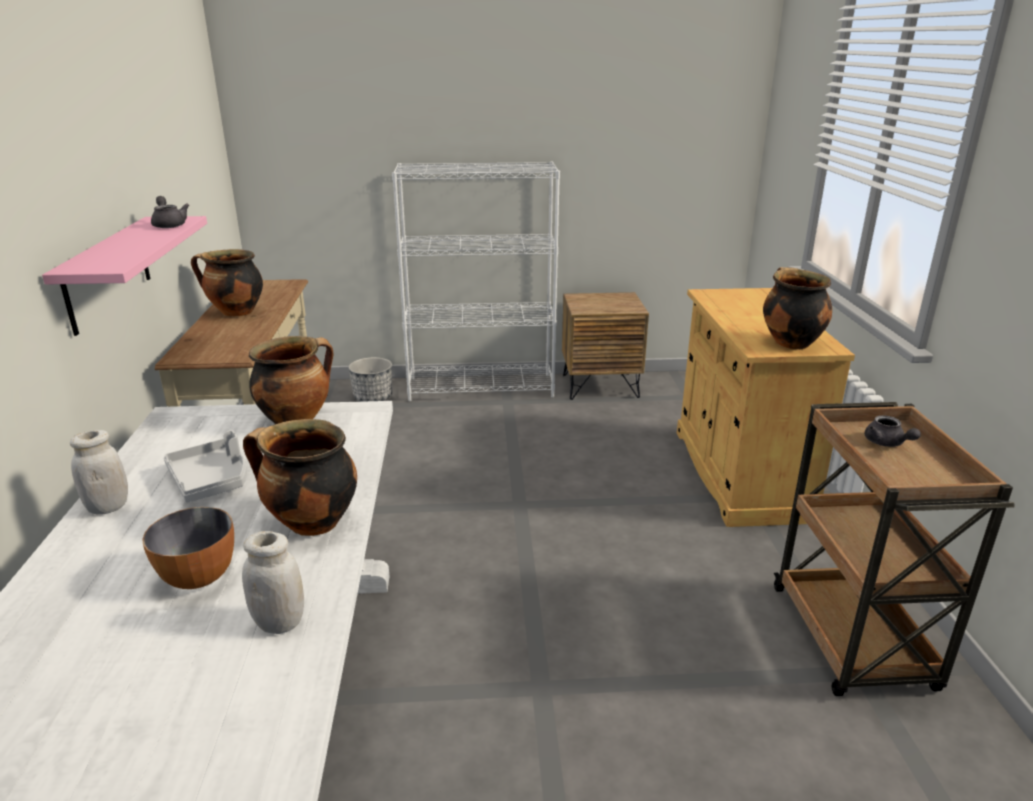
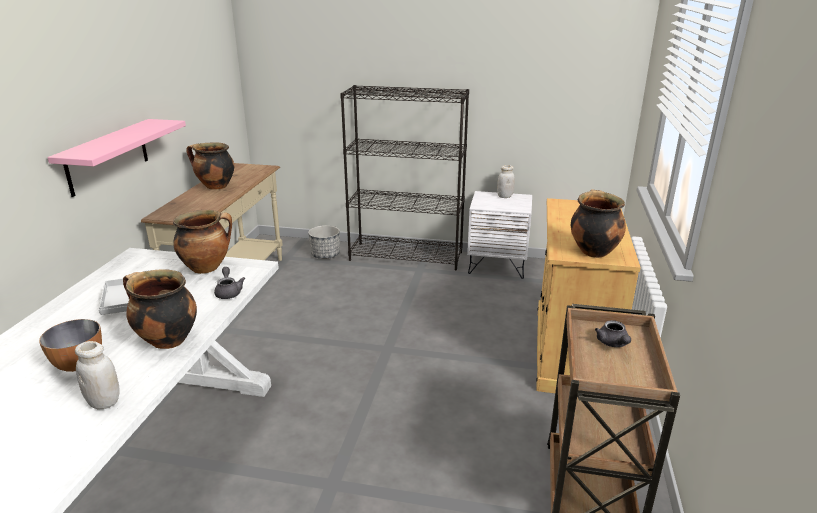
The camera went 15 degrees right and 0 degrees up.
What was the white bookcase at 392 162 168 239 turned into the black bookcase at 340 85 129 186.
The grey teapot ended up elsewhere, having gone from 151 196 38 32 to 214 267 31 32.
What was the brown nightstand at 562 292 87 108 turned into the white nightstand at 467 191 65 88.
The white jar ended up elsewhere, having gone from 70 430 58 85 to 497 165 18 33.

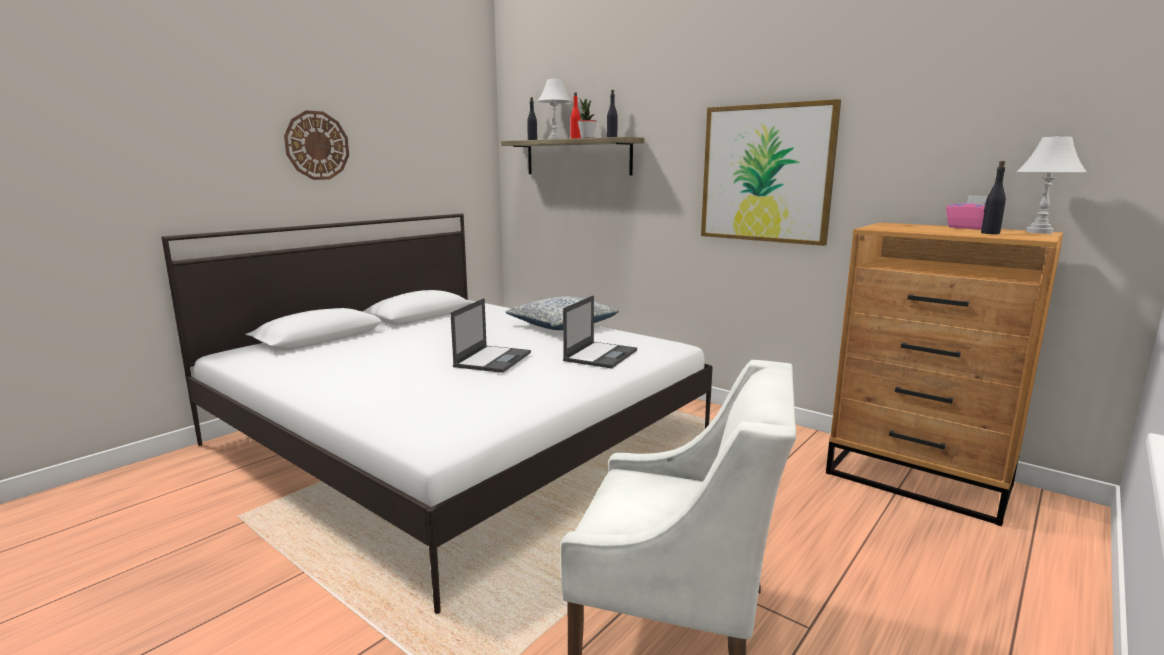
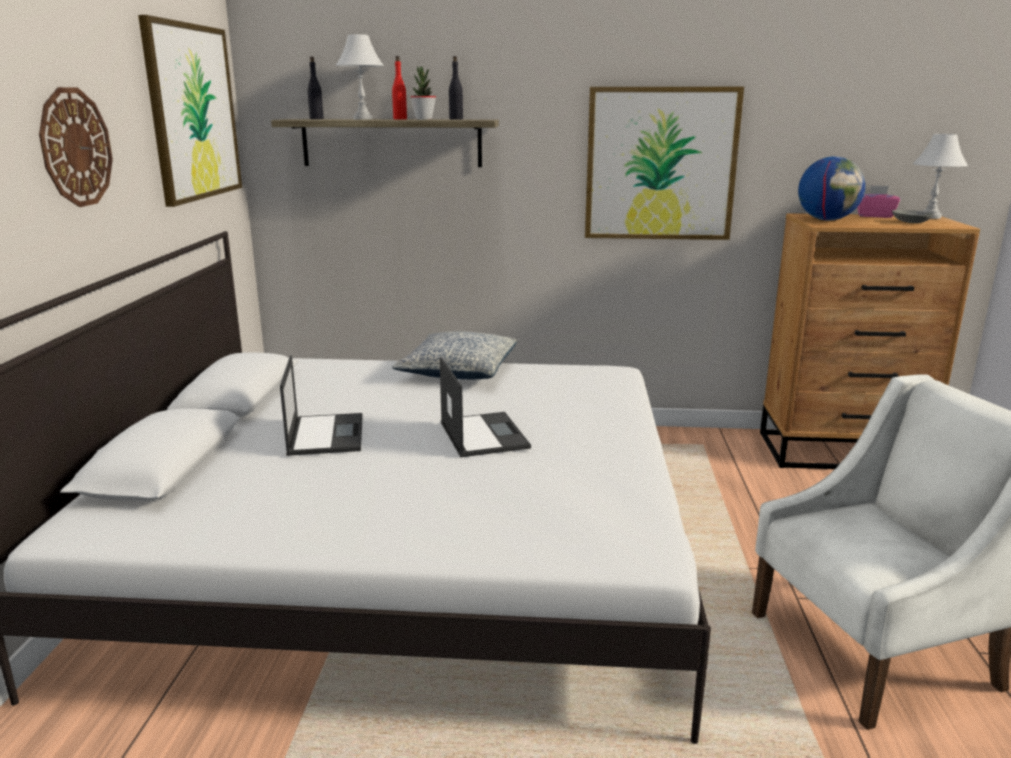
The camera went 35 degrees left and 5 degrees up.
Where the black bottle stood at 981 161 25 73, the grey bowl came to stand at 892 210 42 13.
The laptop ended up elsewhere, having gone from 563 295 74 74 to 280 355 83 101.
The second view gained the picture at 138 15 104 192.
The second view gained the globe at 798 156 68 65.

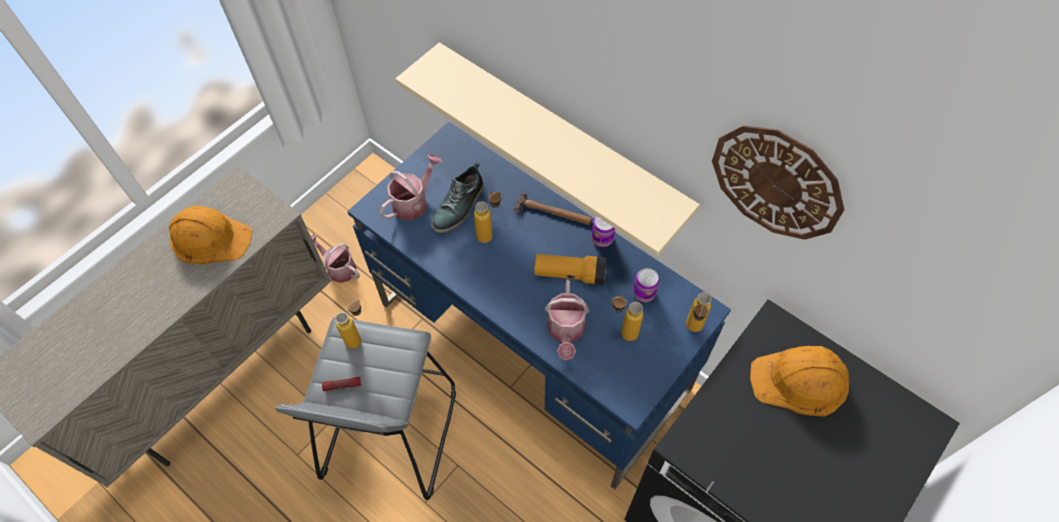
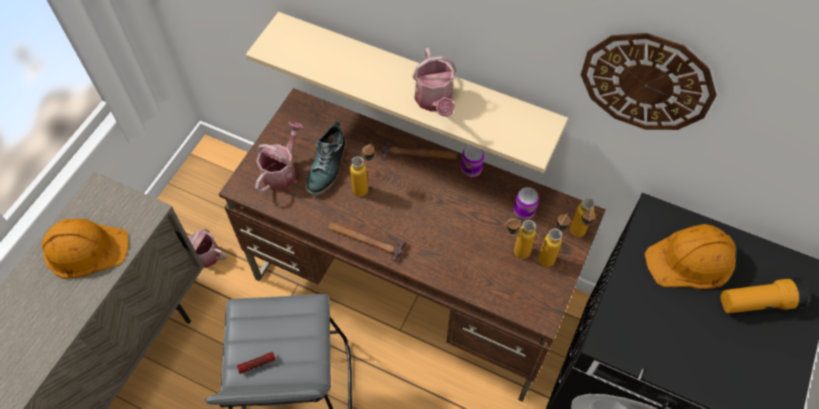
The camera went 15 degrees left and 0 degrees up.
What was the blue desk at 347 122 384 367 turned into the brown desk at 219 88 387 314.
The flashlight ended up elsewhere, having gone from 534 254 72 31 to 720 278 89 35.
The watering can ended up elsewhere, having gone from 545 279 44 81 to 412 48 44 69.
The bottle ended up elsewhere, having gone from 335 300 26 49 to 539 213 32 54.
The second view gained the hammer at 328 222 78 39.

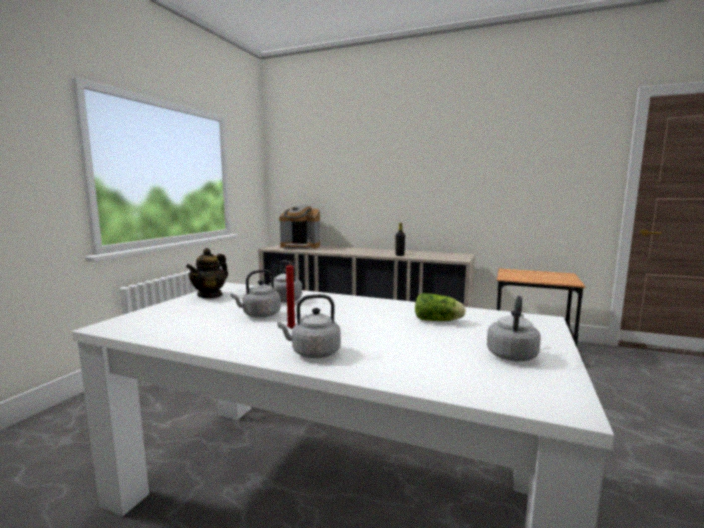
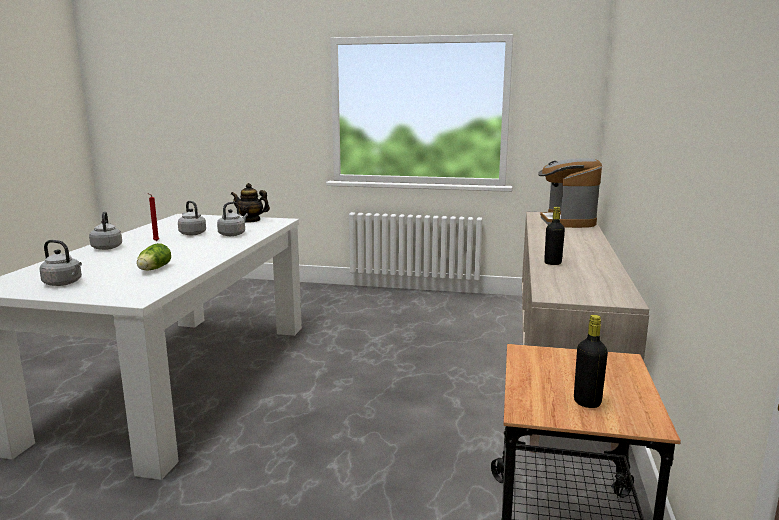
The camera went 80 degrees right and 5 degrees up.
The second view gained the black bottle at 574 315 34 93.

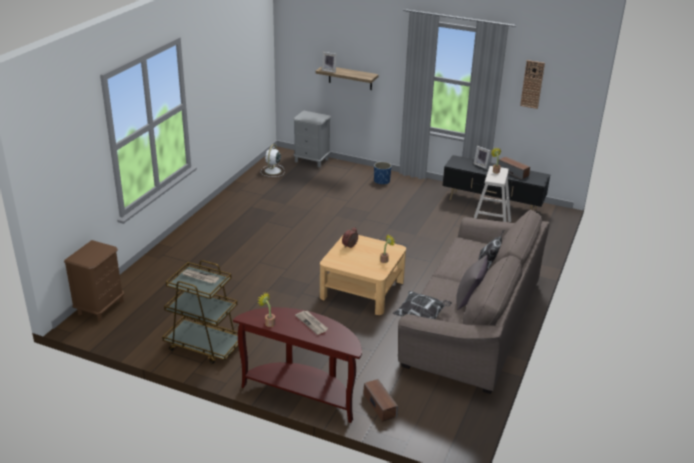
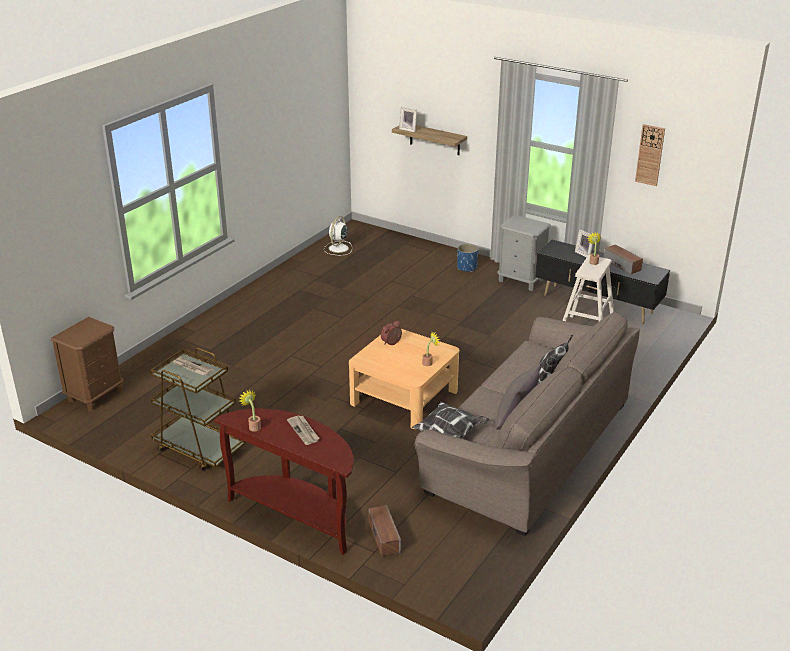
The camera went 10 degrees right and 0 degrees up.
The grey nightstand ended up elsewhere, having gone from 293 110 38 58 to 497 215 54 76.

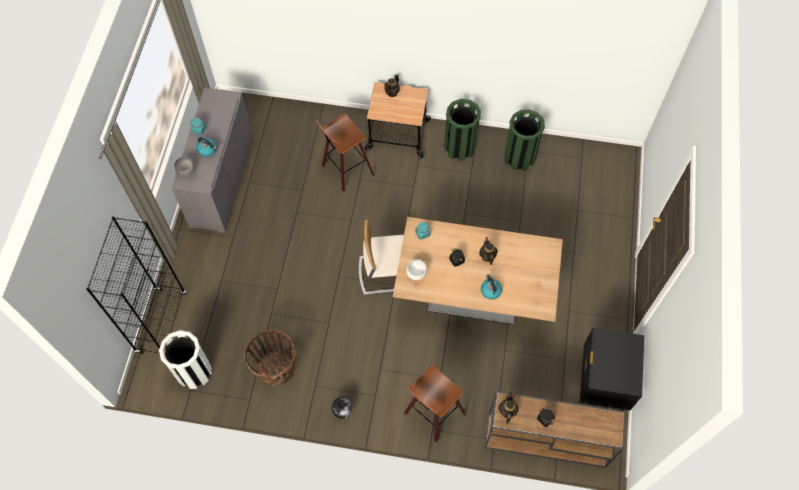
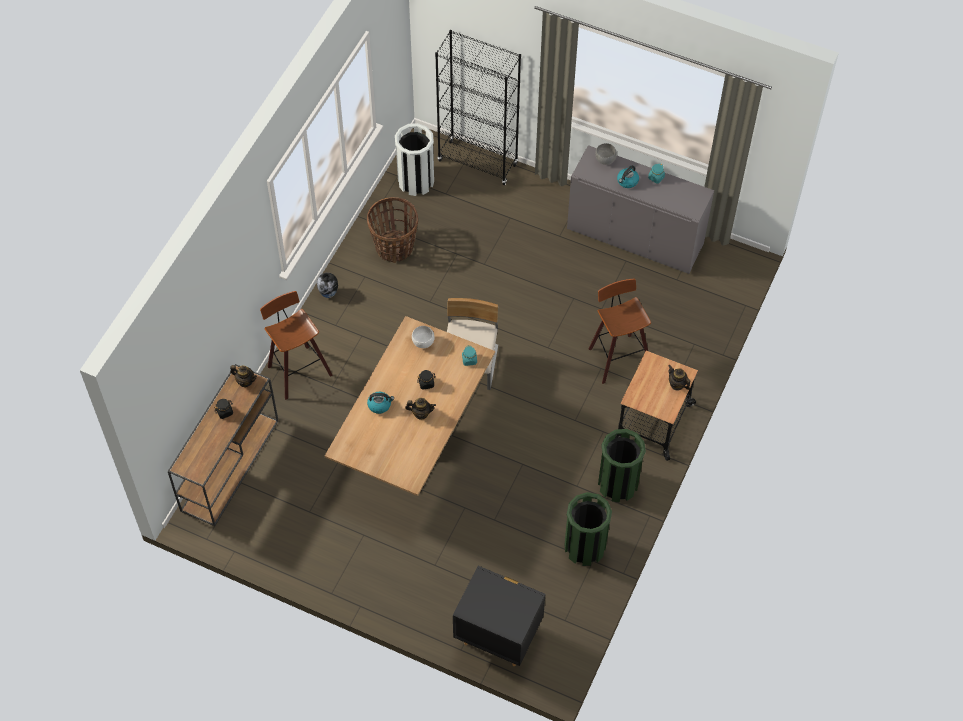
The camera went 105 degrees right and 5 degrees down.
The black nightstand ended up elsewhere, having gone from 580 328 65 82 to 453 566 93 100.

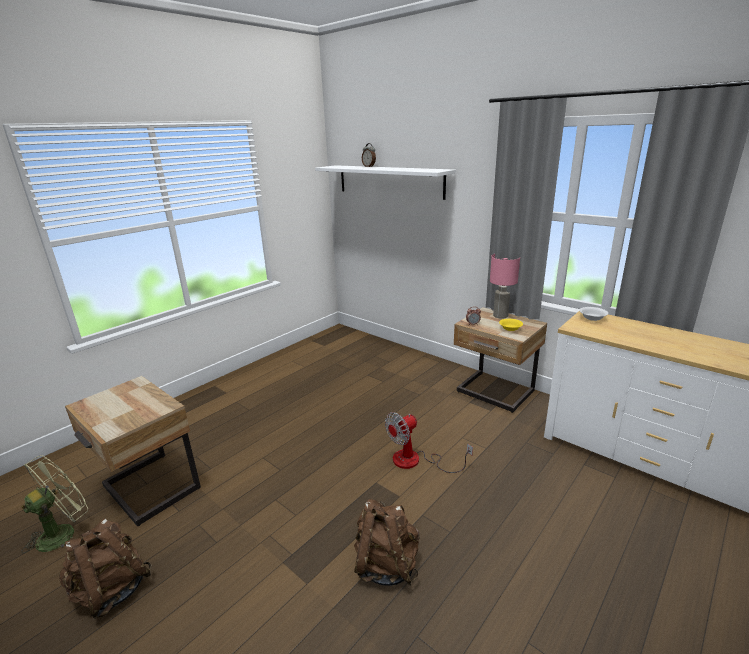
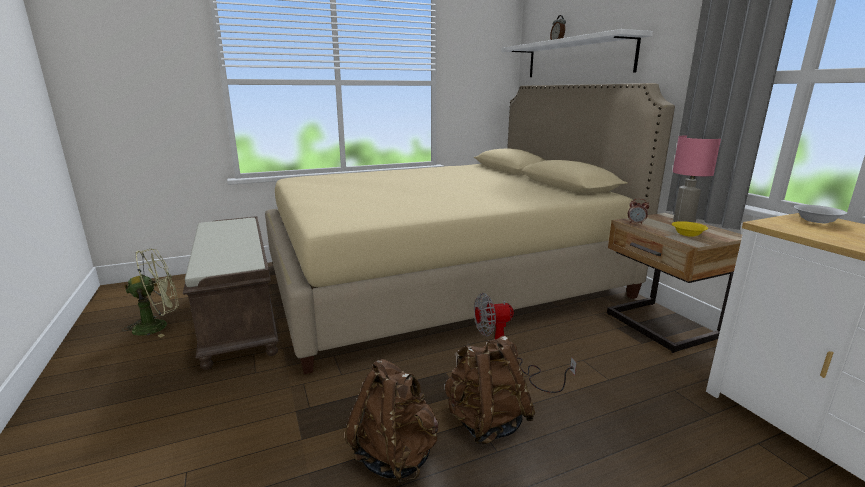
The camera went 25 degrees right and 5 degrees down.
Where the beige nightstand stood at 65 376 136 150, the brown bench came to stand at 183 216 96 154.
The brown backpack ended up elsewhere, having gone from 59 518 93 101 to 445 336 90 108.
The second view gained the beige bed at 265 83 410 291.

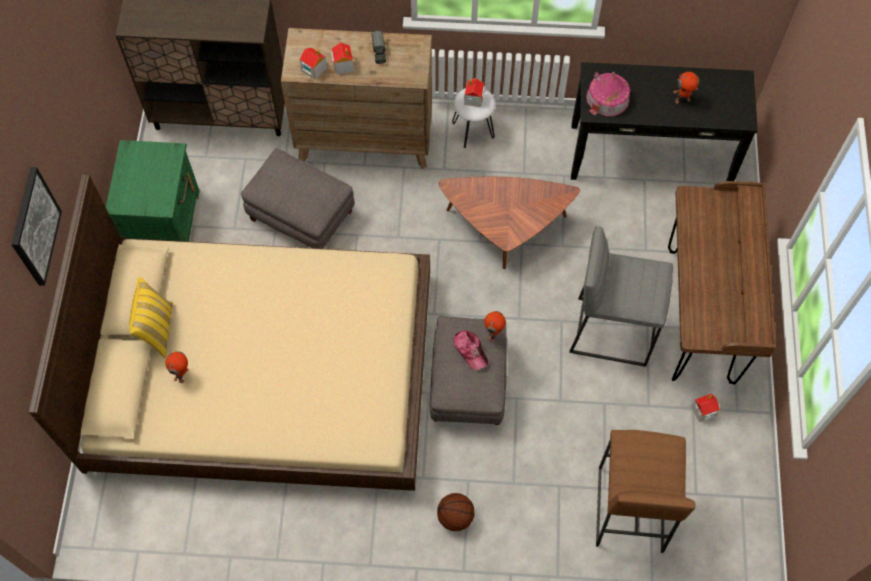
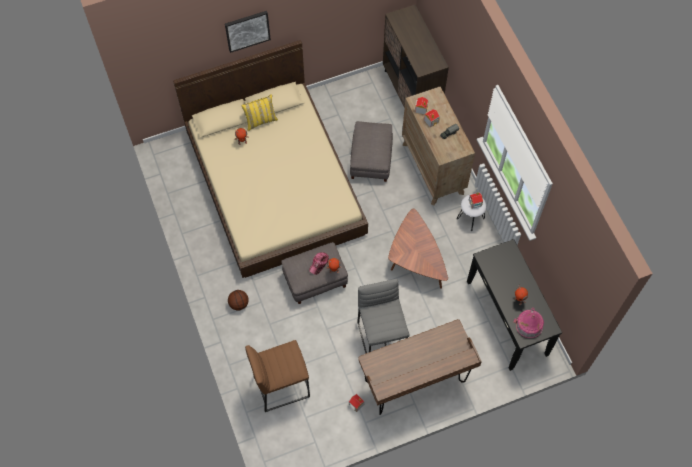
The camera went 65 degrees right and 0 degrees up.
The toy house ended up elsewhere, having gone from 586 72 44 44 to 513 308 31 30.
The second view lost the green nightstand at 106 140 93 102.

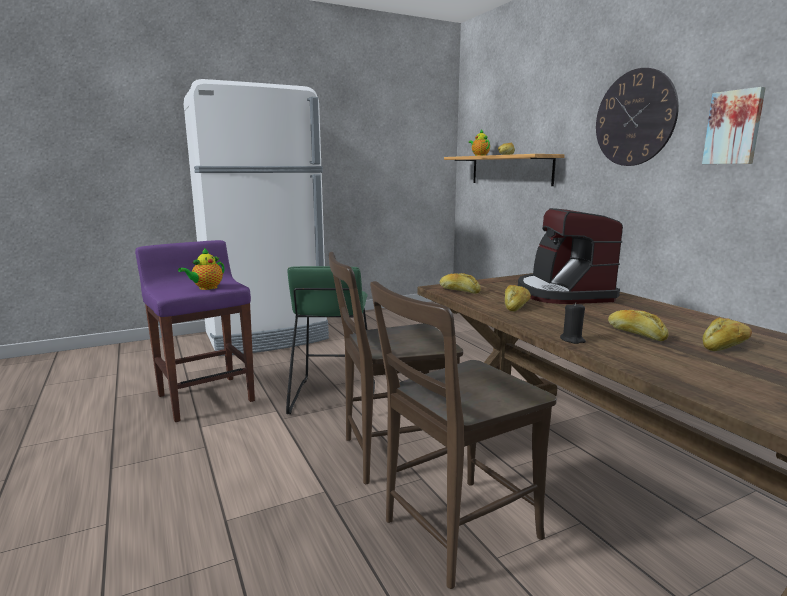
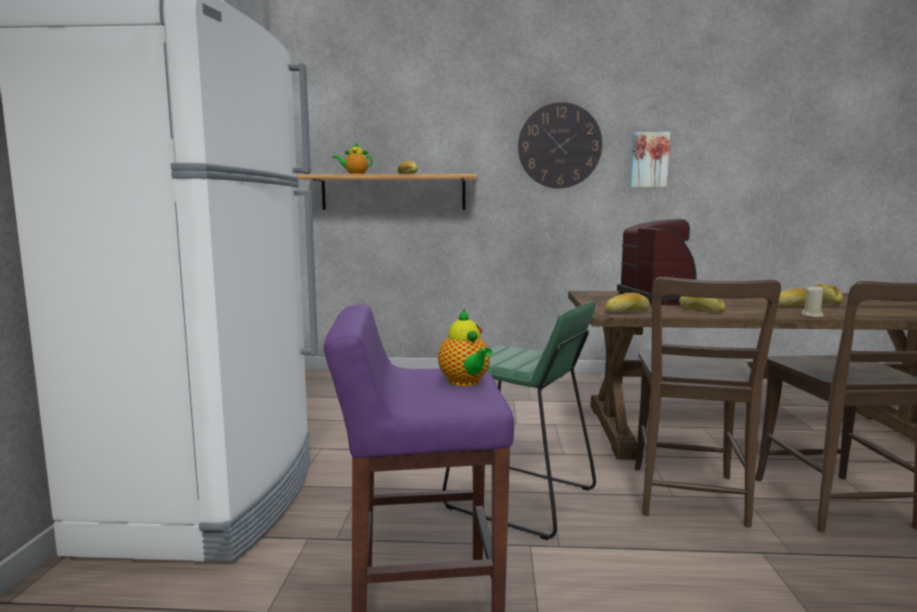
The camera went 60 degrees left and 5 degrees down.
The coffee machine at 518 208 105 96 ended up facing another way, 120 degrees counterclockwise from before.
What was the black candle at 560 302 26 42 turned into the beige candle at 801 285 23 32.

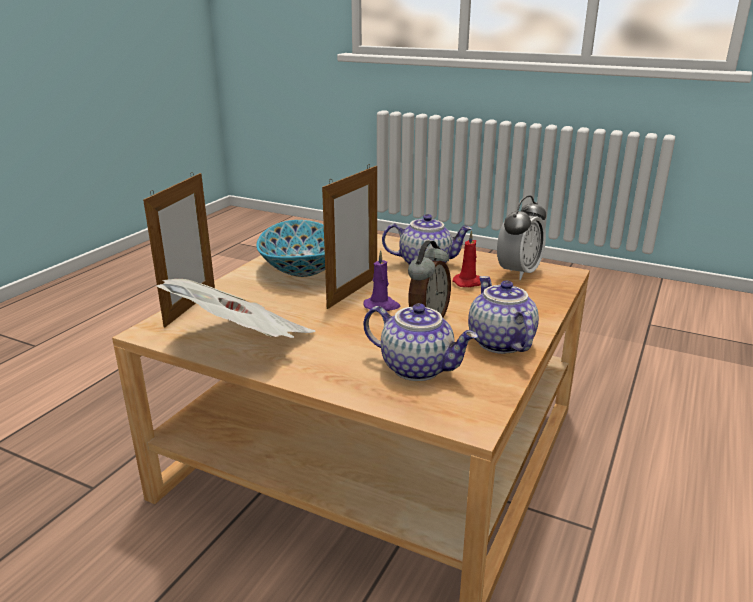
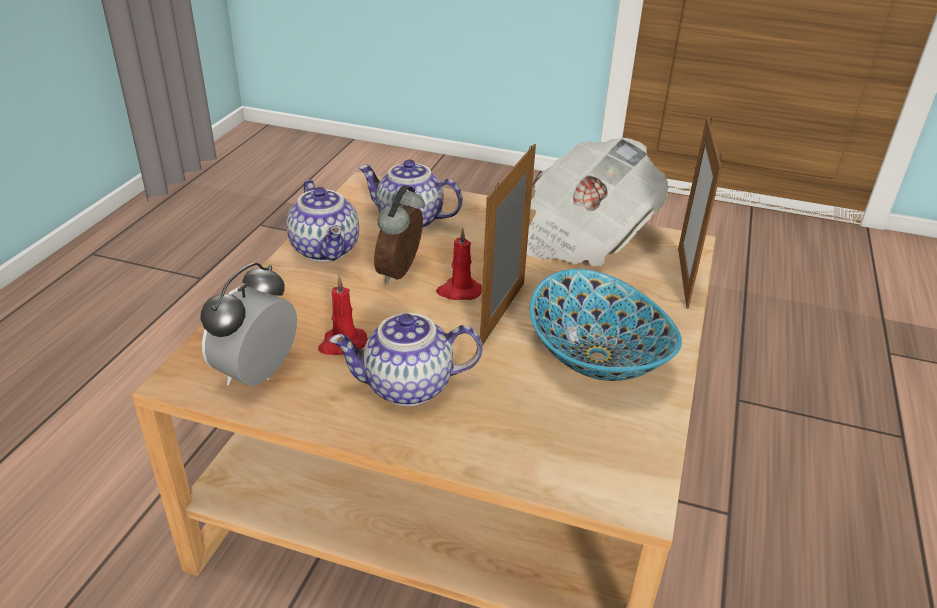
The camera went 170 degrees right and 10 degrees up.
What was the purple candle at 364 251 37 60 turned into the red candle at 436 227 46 73.

